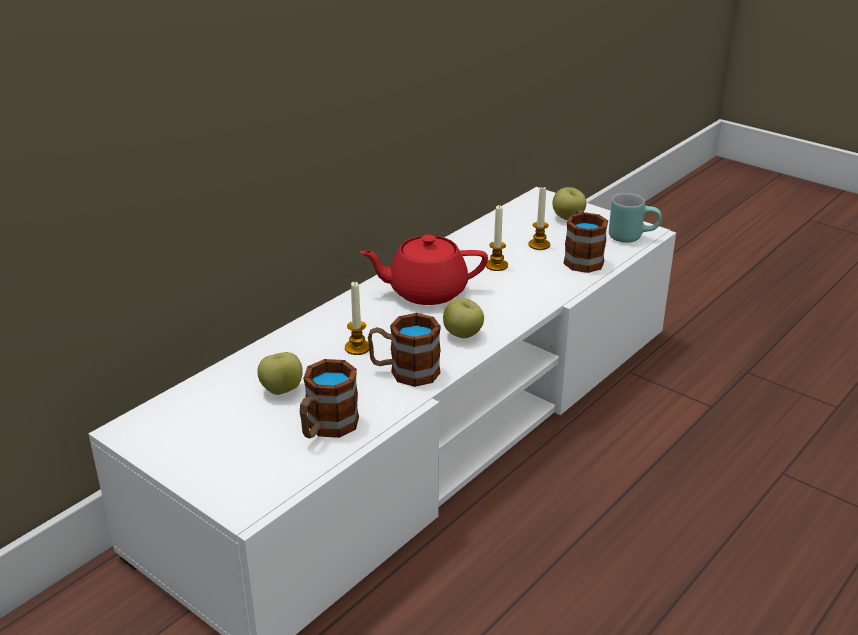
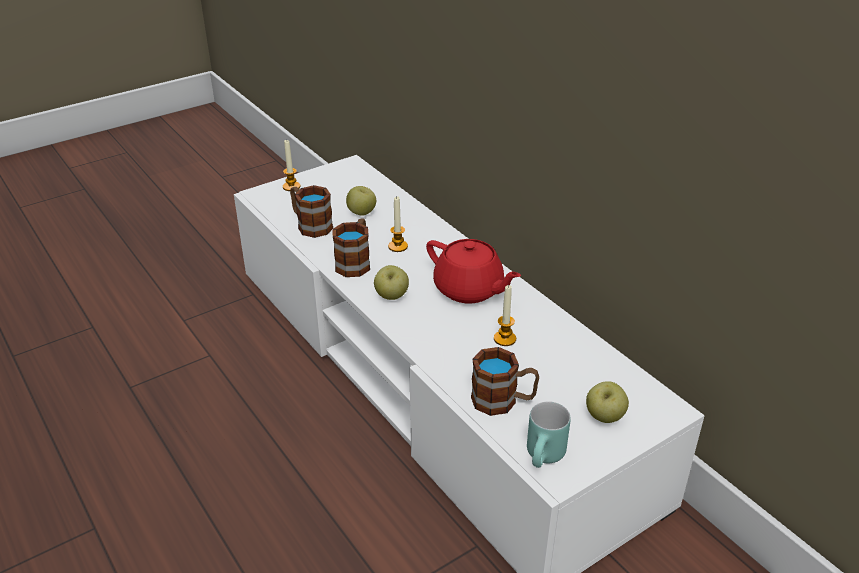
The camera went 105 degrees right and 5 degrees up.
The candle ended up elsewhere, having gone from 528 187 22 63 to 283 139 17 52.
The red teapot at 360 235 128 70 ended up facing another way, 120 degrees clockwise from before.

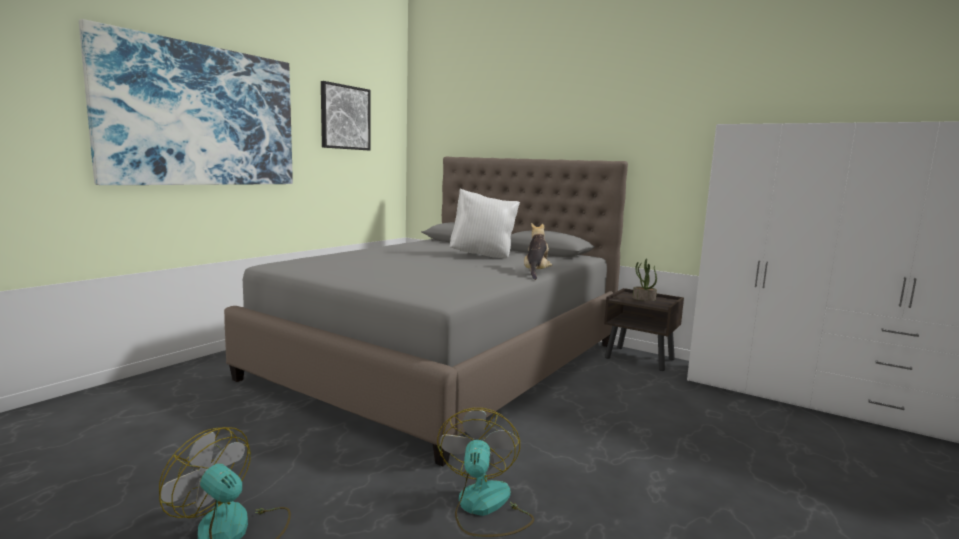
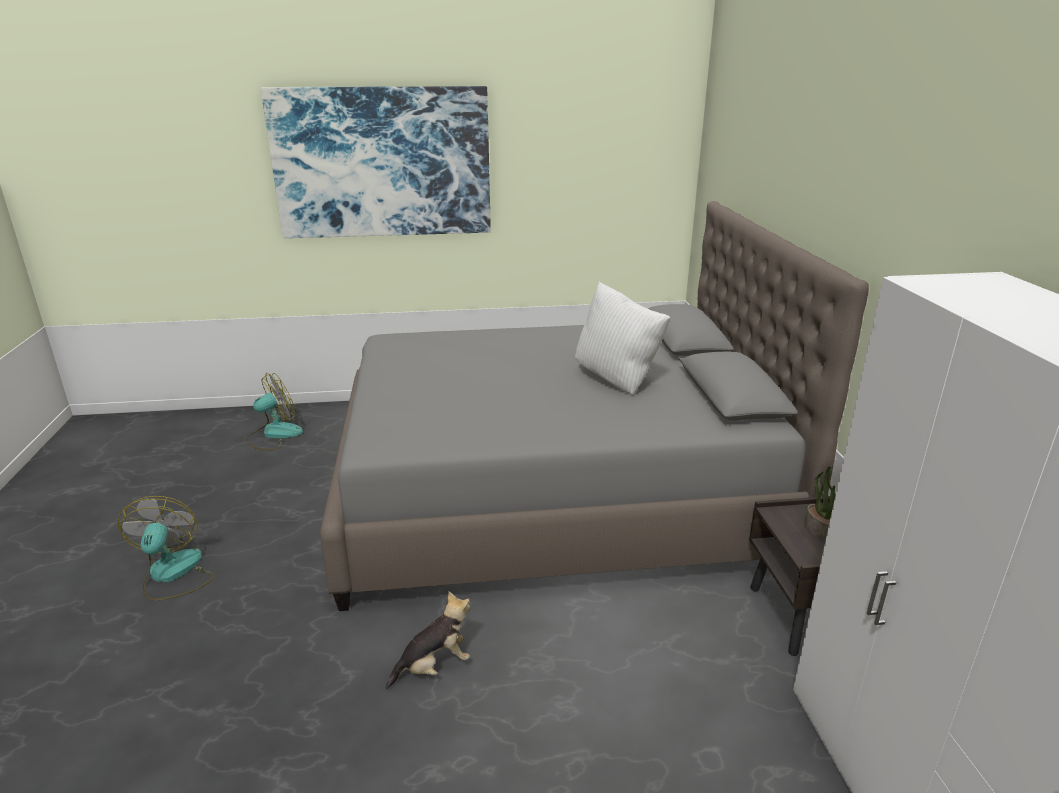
The camera went 50 degrees right and 15 degrees up.
The second view lost the picture at 321 81 50 69.
The plush toy ended up elsewhere, having gone from 524 223 28 57 to 385 591 85 98.
The fan ended up elsewhere, having gone from 437 408 97 129 to 244 373 59 77.

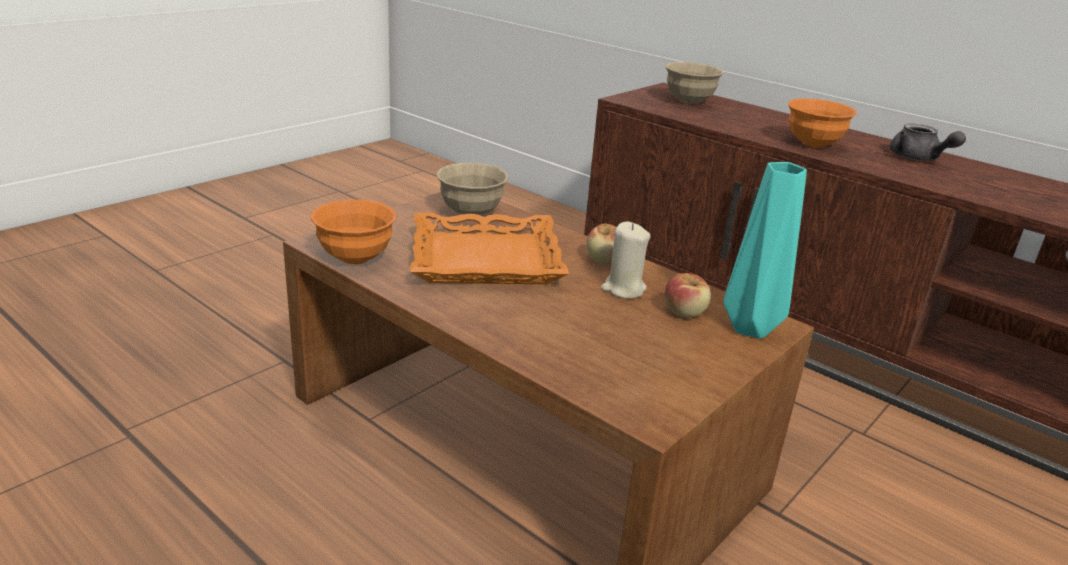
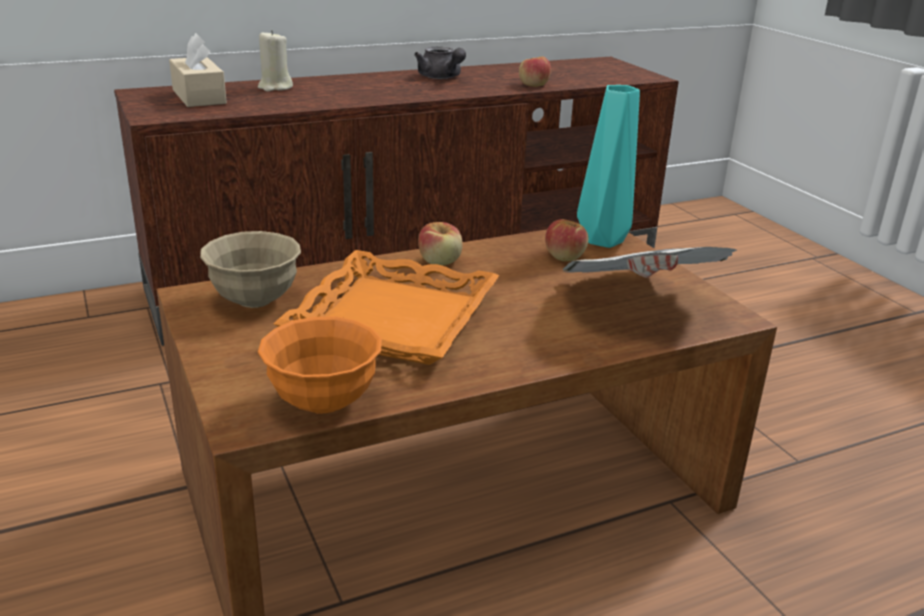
The camera went 65 degrees left and 0 degrees up.
Where the beige bowl stood at 665 62 59 42, the beige tissue box came to stand at 169 33 58 74.
The second view lost the orange bowl at 788 98 69 50.
The grey teapot at 890 123 76 38 ended up facing another way, 60 degrees clockwise from before.
The beige candle ended up elsewhere, having gone from 601 221 49 78 to 258 30 35 62.
The second view gained the apple at 519 56 32 31.
The second view gained the newspaper at 563 247 174 31.

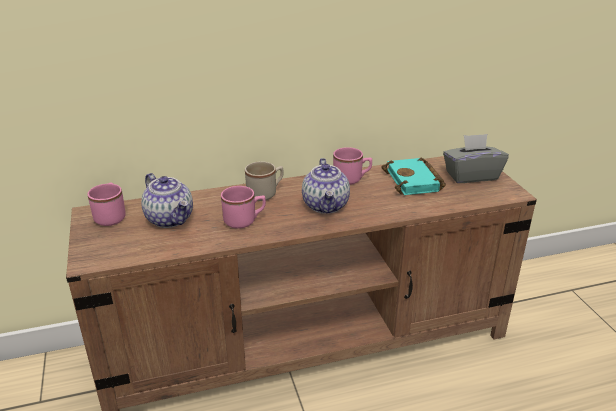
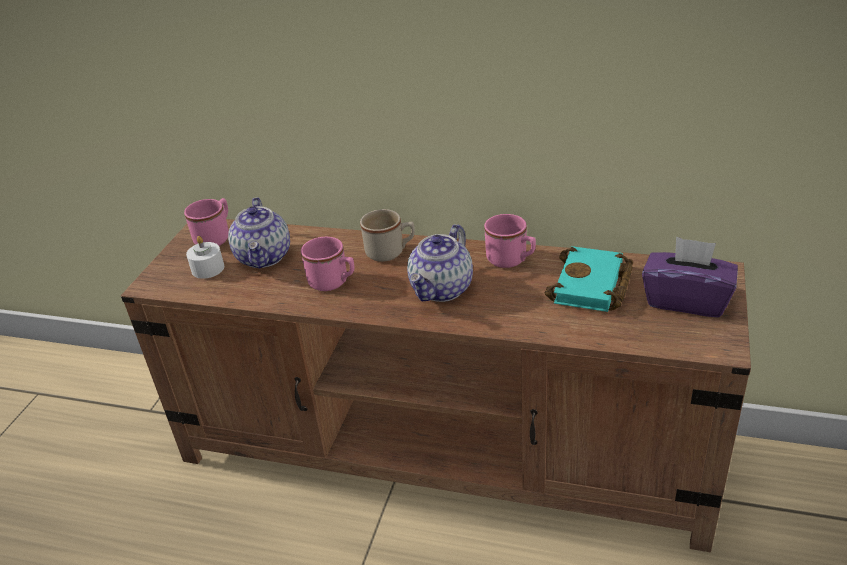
The camera went 35 degrees right and 5 degrees up.
What was the grey tissue box at 443 134 66 49 turned into the purple tissue box at 642 237 96 80.
The second view gained the white candle at 186 236 38 43.

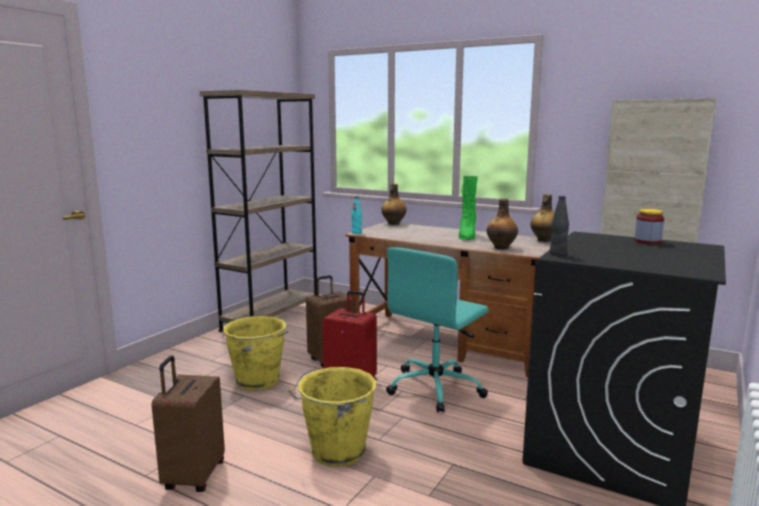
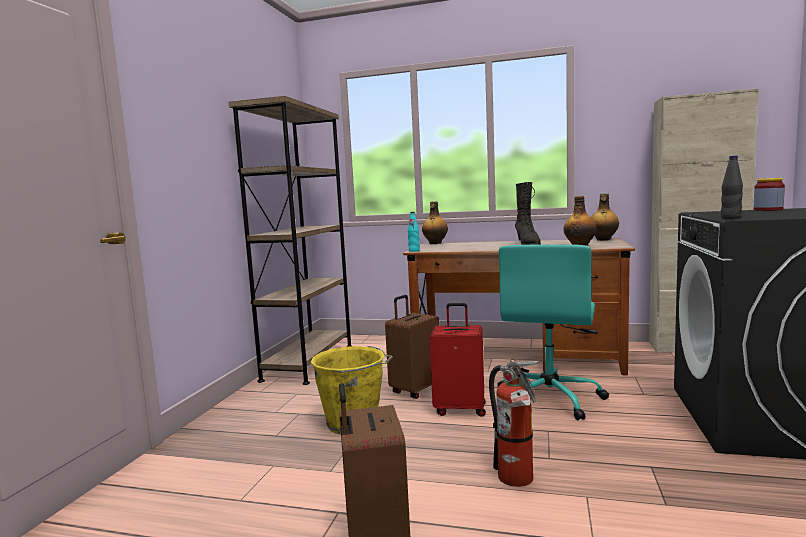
The camera went 15 degrees left and 5 degrees down.
What was the green boot at 458 176 20 64 turned into the black boot at 515 182 26 63.
Where the yellow bucket stood at 289 367 88 100, the fire extinguisher came to stand at 489 359 51 128.

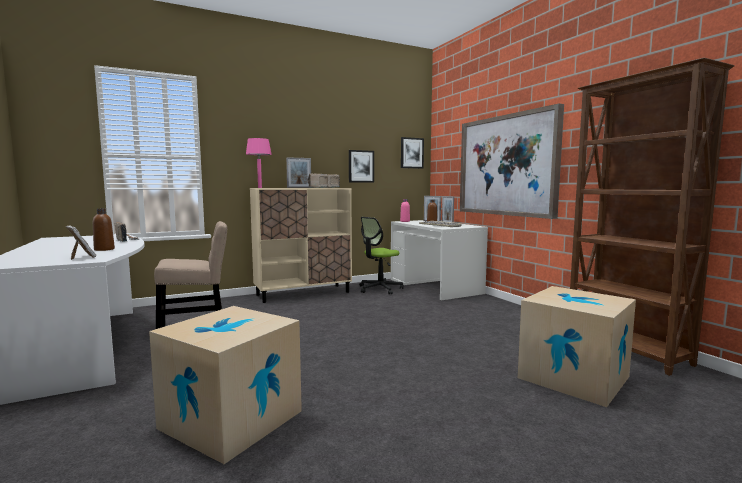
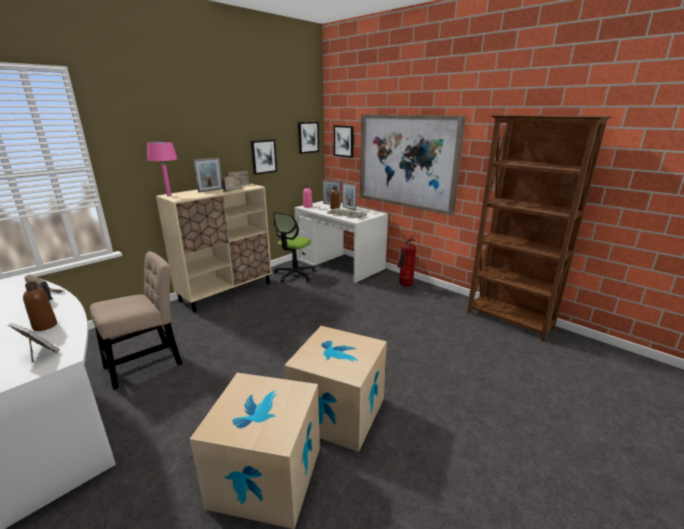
The camera went 20 degrees left and 15 degrees up.
The cardboard box ended up elsewhere, having gone from 518 286 118 121 to 284 326 103 126.
The second view gained the picture at 334 125 20 33.
The second view gained the fire extinguisher at 397 236 19 50.

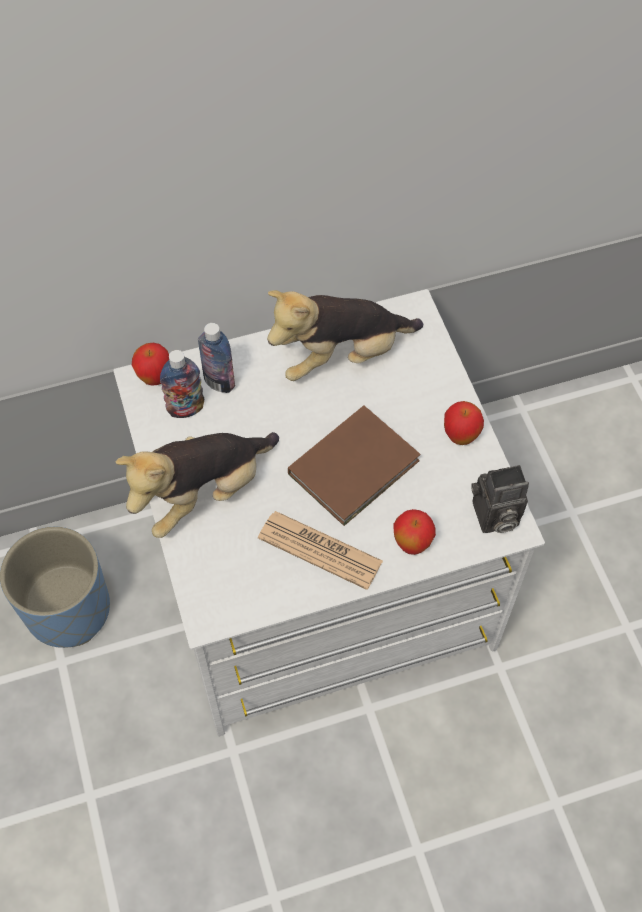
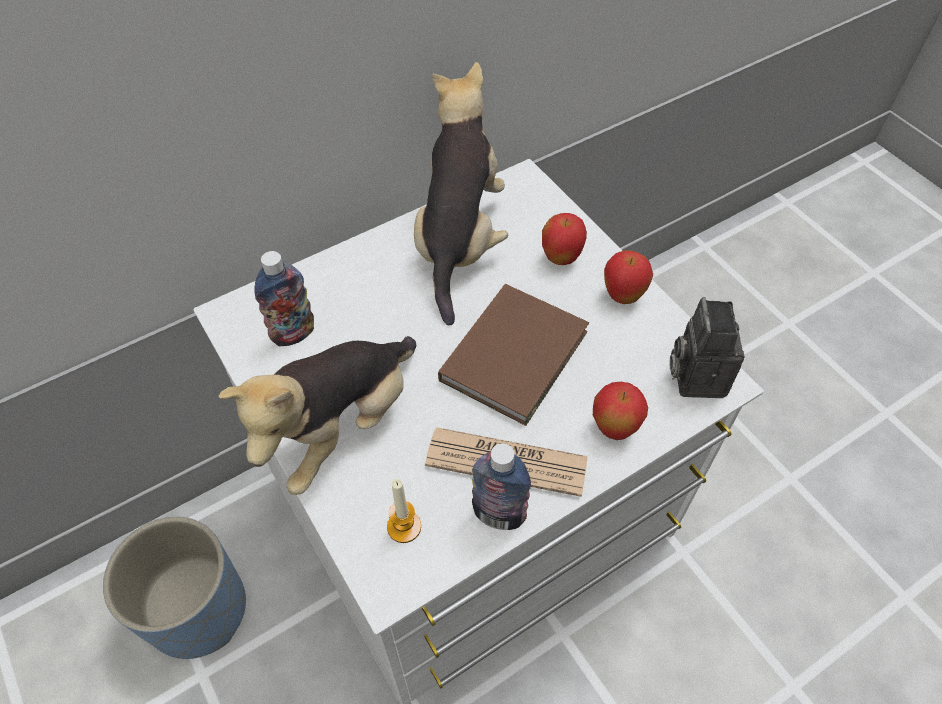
The camera went 15 degrees left and 5 degrees down.
The plush toy at 267 290 156 91 ended up facing another way, 135 degrees clockwise from before.
The bottle ended up elsewhere, having gone from 198 323 37 70 to 472 443 59 87.
The apple ended up elsewhere, having gone from 132 343 37 43 to 542 213 45 52.
The photo camera at 471 465 58 68 ended up facing another way, 120 degrees clockwise from before.
The second view gained the candle at 387 479 34 64.

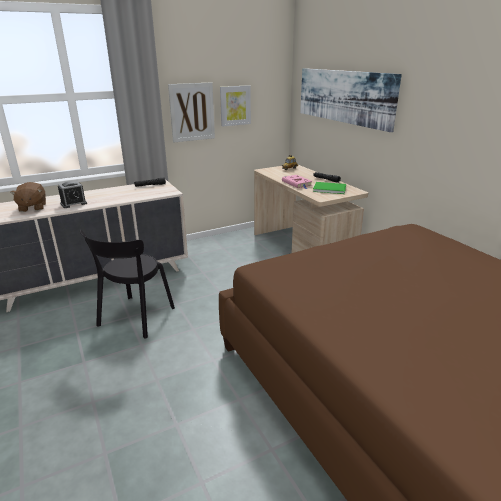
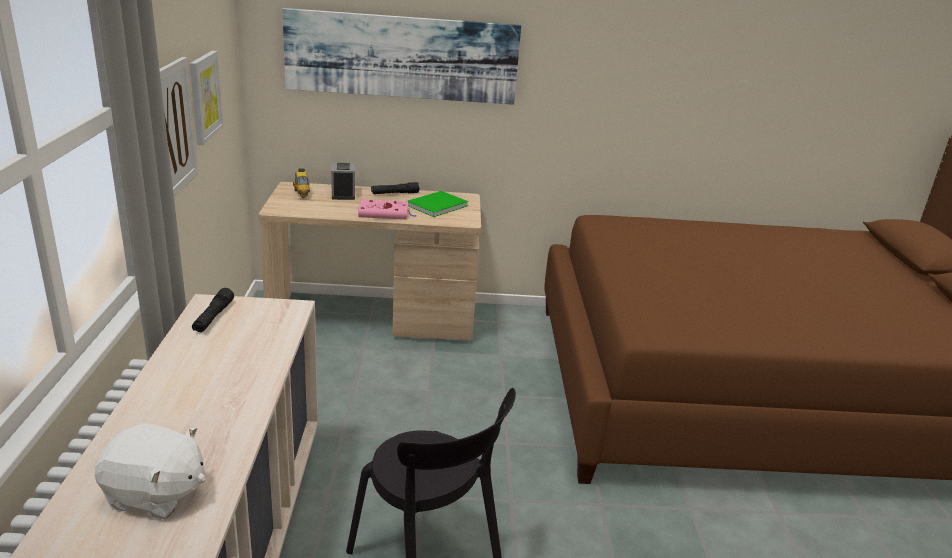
The camera went 65 degrees left and 0 degrees up.
The alarm clock ended up elsewhere, having gone from 58 181 29 27 to 331 163 24 37.
What was the brown plush toy at 10 182 36 30 turned into the white plush toy at 94 423 112 96.

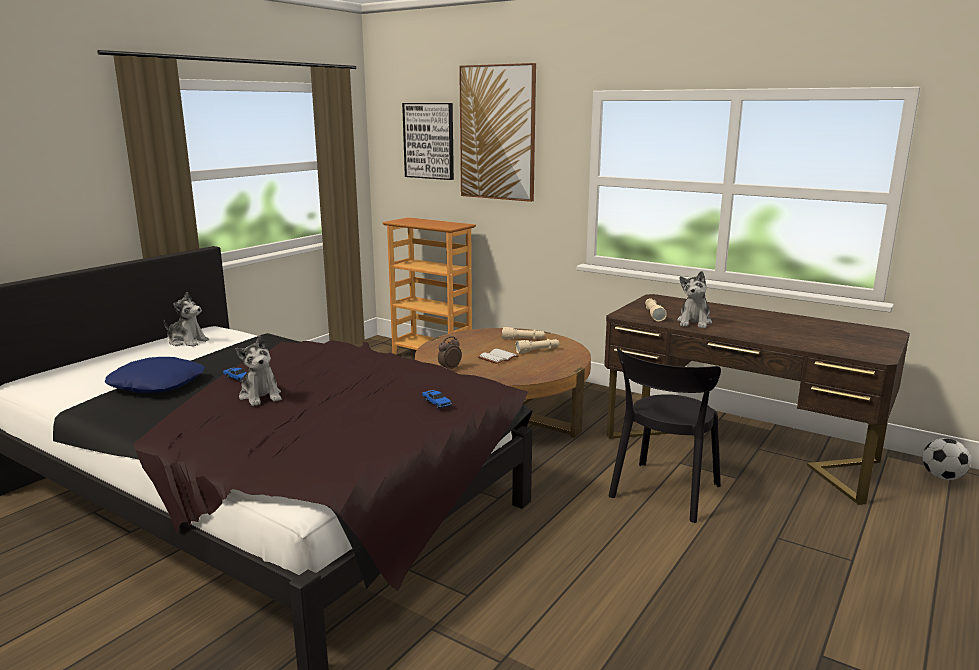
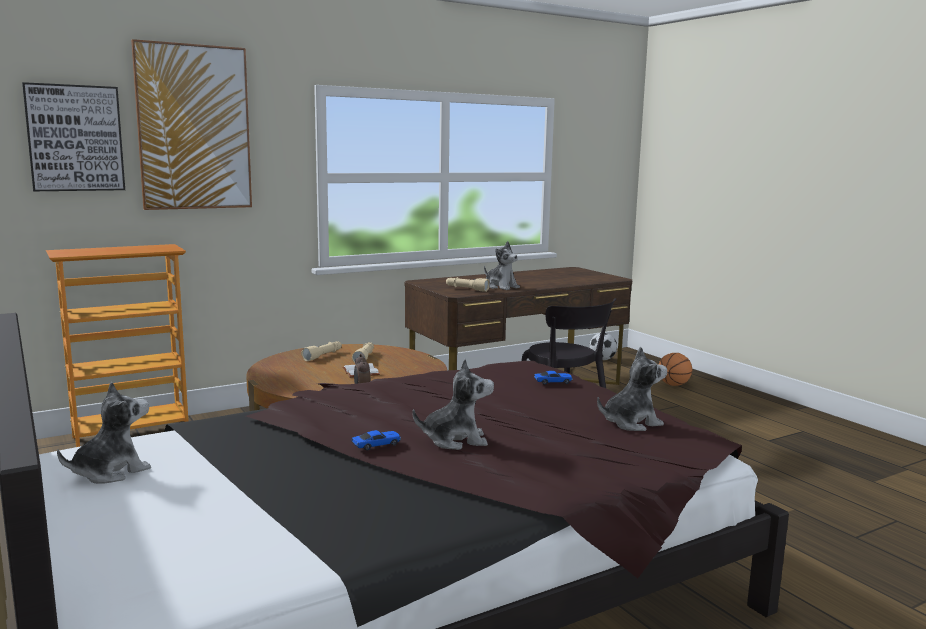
The camera went 65 degrees left and 5 degrees down.
The second view lost the blue pillow at 105 357 100 36.
The second view gained the plush toy at 597 346 70 85.
The second view gained the basketball at 659 353 33 33.

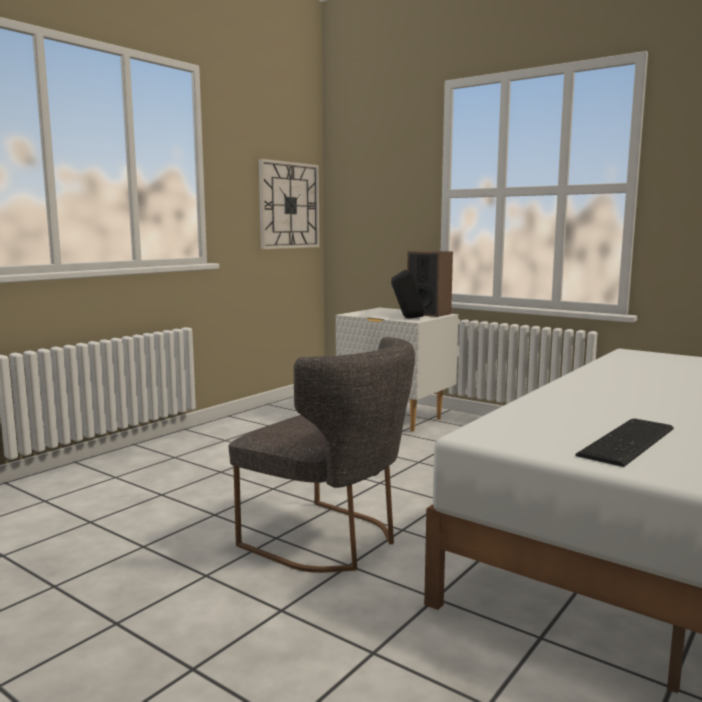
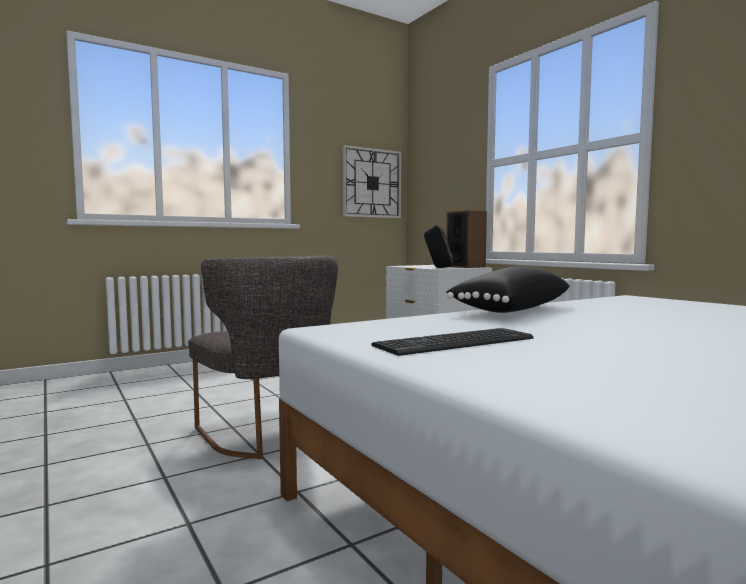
The camera went 20 degrees right and 5 degrees down.
The second view gained the black pillow at 446 266 124 47.

